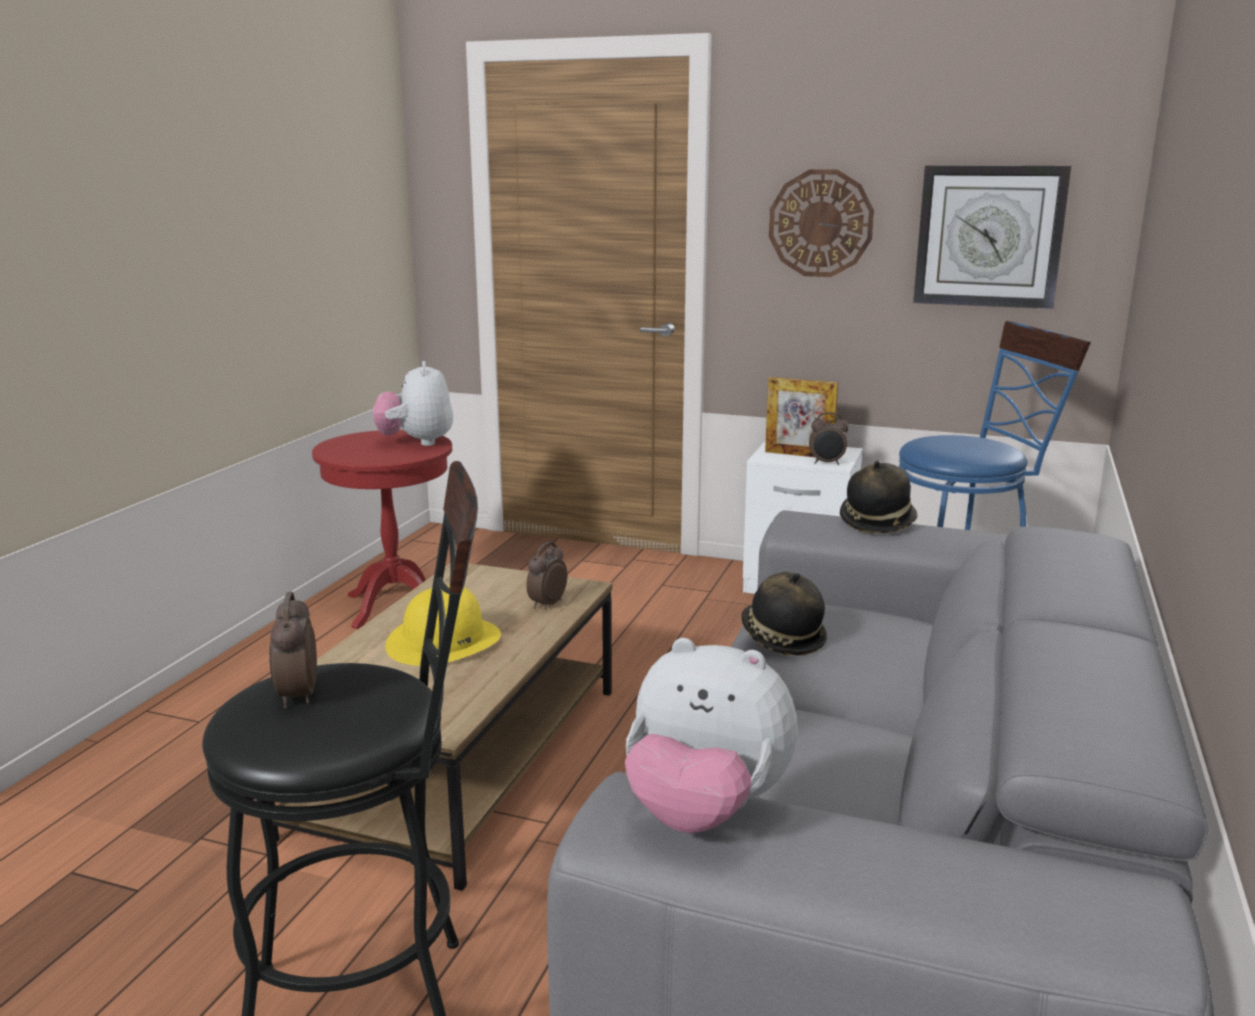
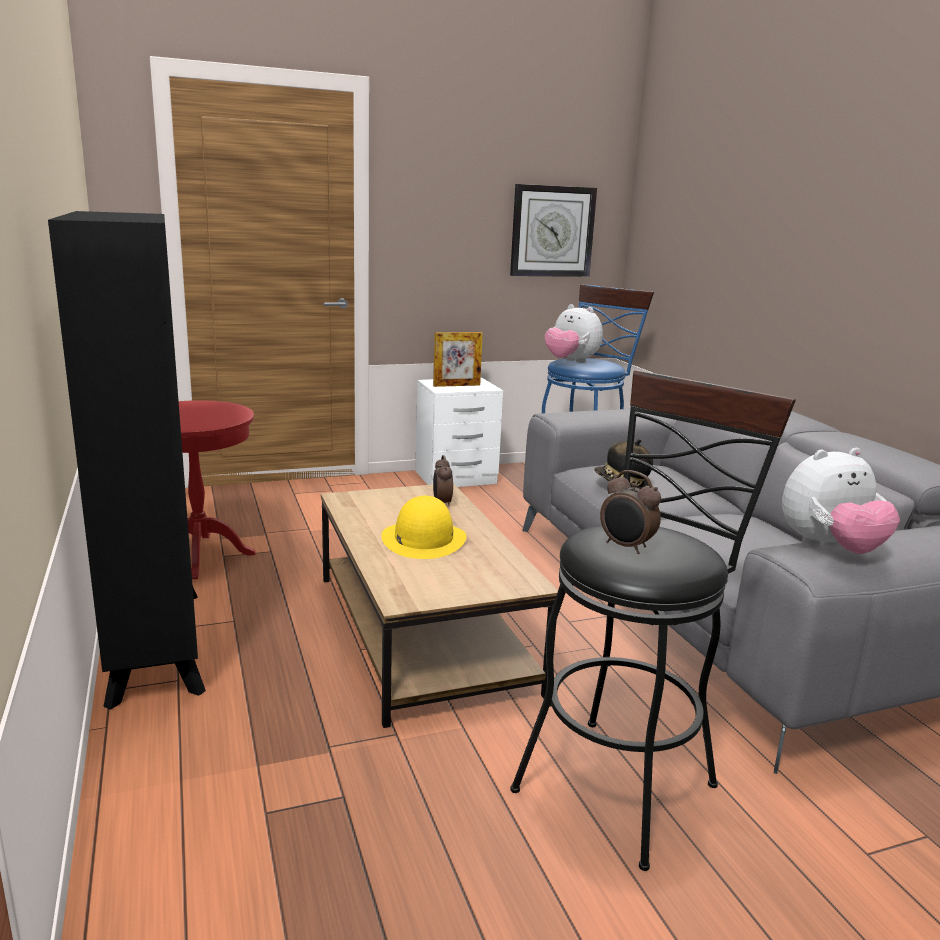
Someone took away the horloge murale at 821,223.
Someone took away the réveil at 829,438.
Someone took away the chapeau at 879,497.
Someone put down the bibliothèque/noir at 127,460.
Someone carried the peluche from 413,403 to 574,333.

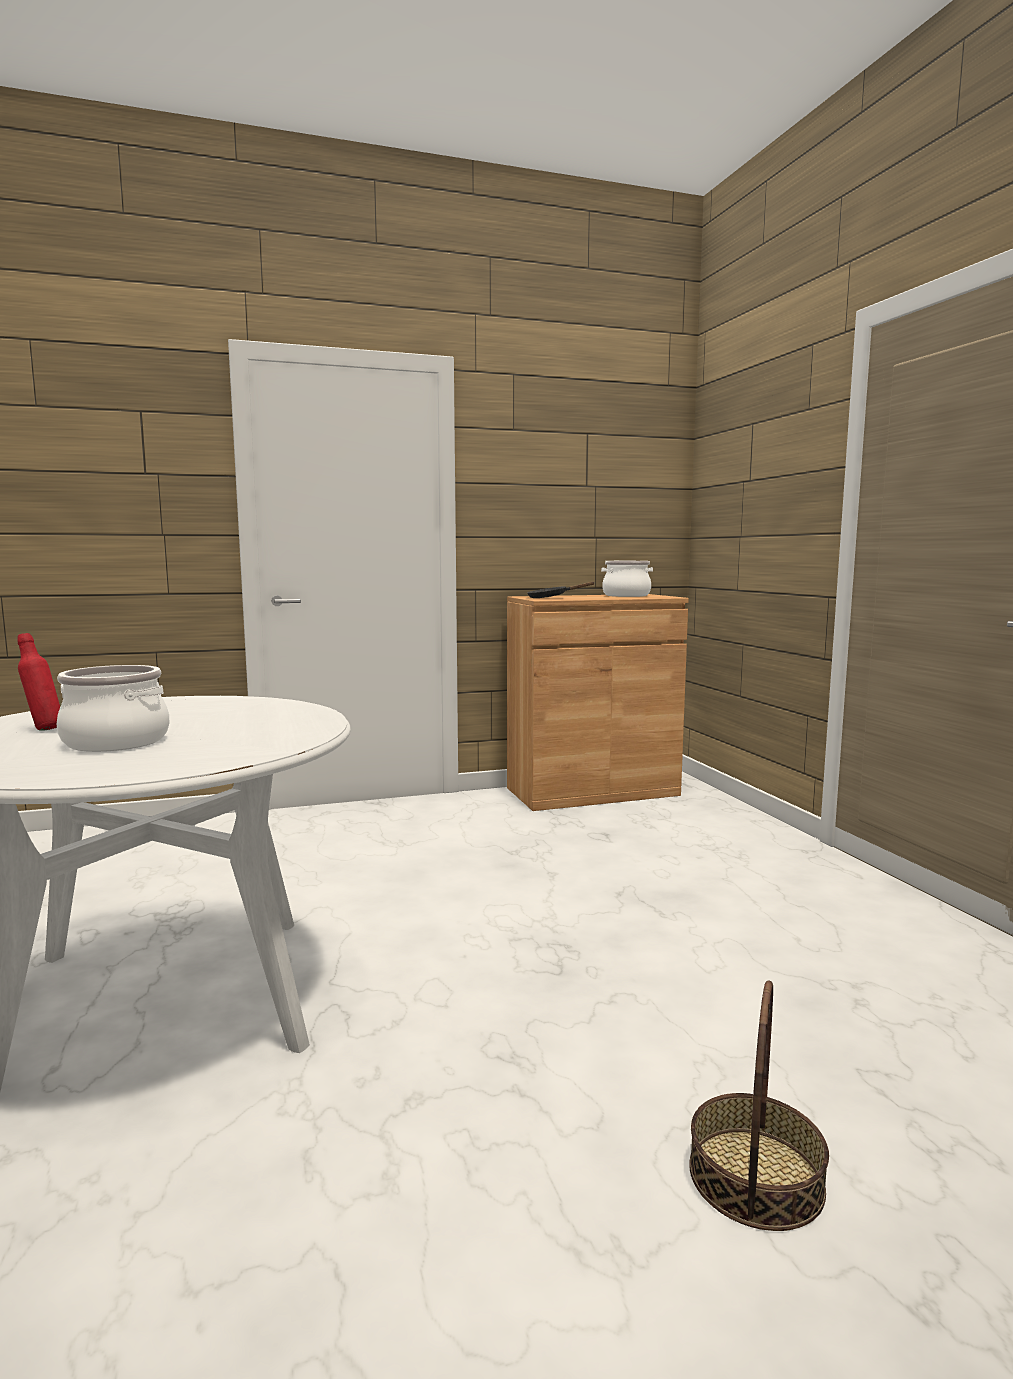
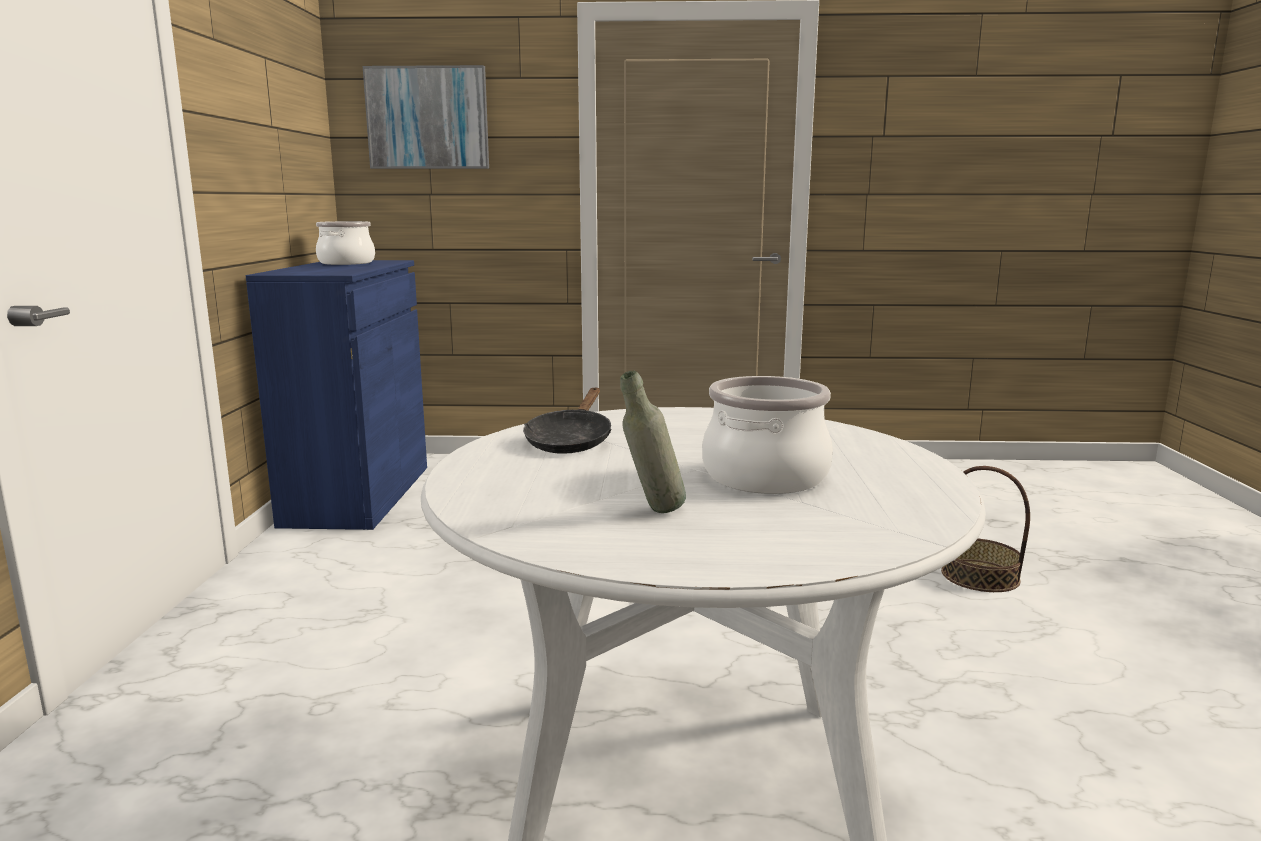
Someone put up the tableau at 426,117.
Someone carried the poêle/noir from 561,590 to 567,421.
Someone repainted the bouteille/rouge at 38,682, which became the bouteille/gris at 653,442.
Someone repainted the meuble de rangement/marron at 598,702, which became the meuble de rangement/bleu at 336,395.

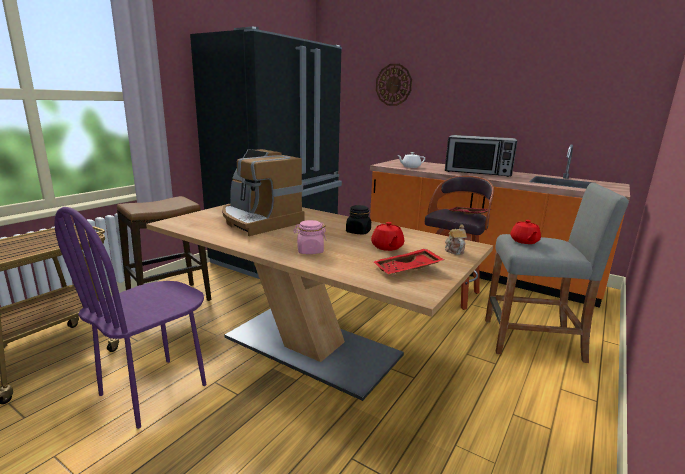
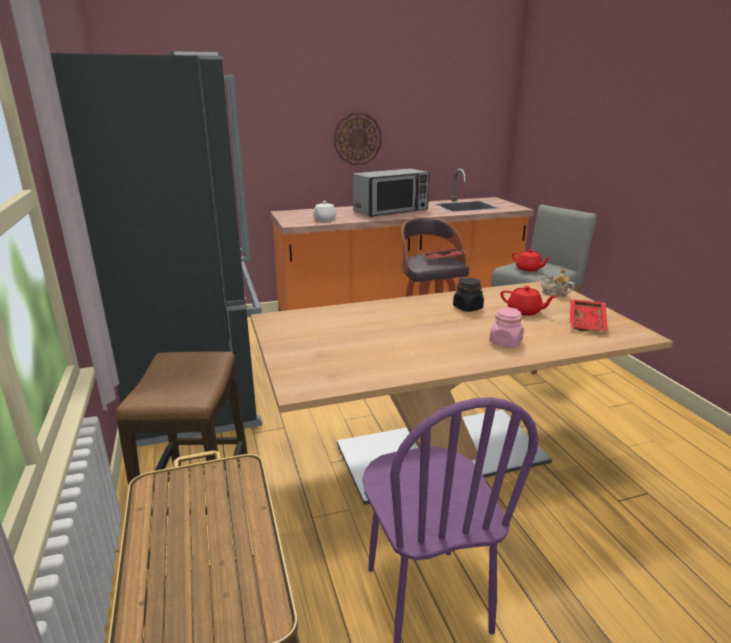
Someone took away the machine à café at 263,192.
Someone carried the horloge murale from 394,85 to 358,139.

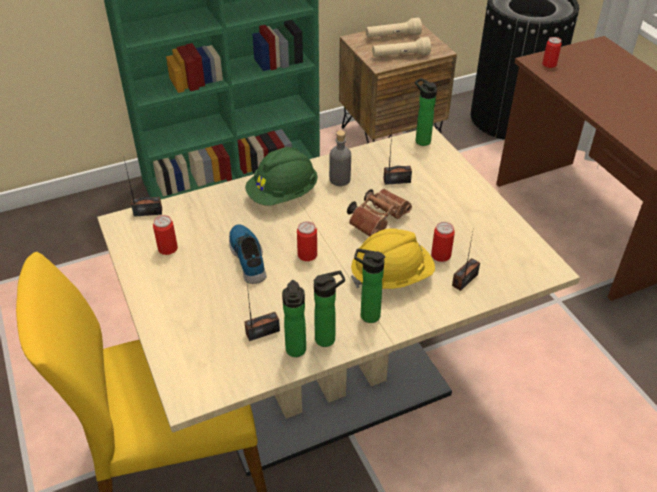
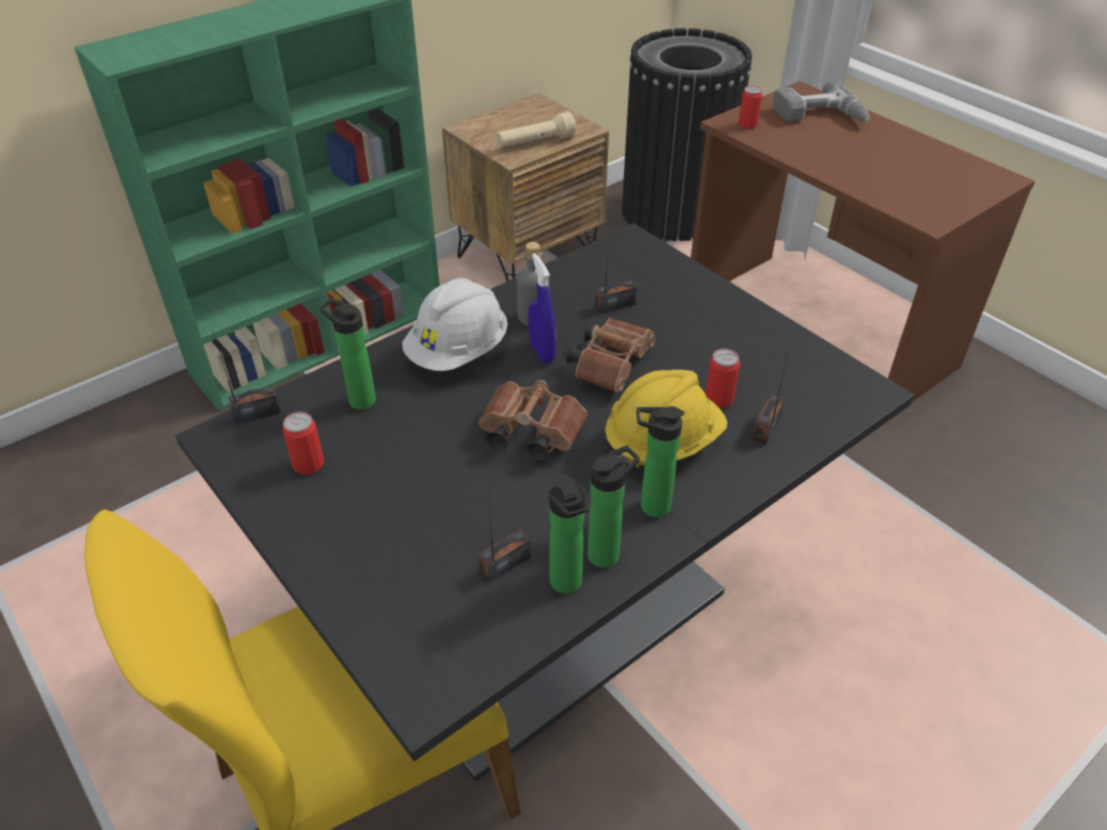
Someone took away the chaussure at 248,254.
Someone took away the lampe de poche/beige at 394,27.
Someone put down the vaporisateur/bleu at 542,308.
Someone put down the perceuse at 821,101.
Someone carried the bouteille from 426,112 to 348,354.
Someone swapped the boîte métallique at 307,241 for the jumelles/marron at 533,420.
Someone repainted the table à manger/beige at 338,301, which became the table à manger/noir at 544,502.
Someone repainted the casque de chantier/vert at 281,176, which became the casque de chantier/blanc at 455,324.

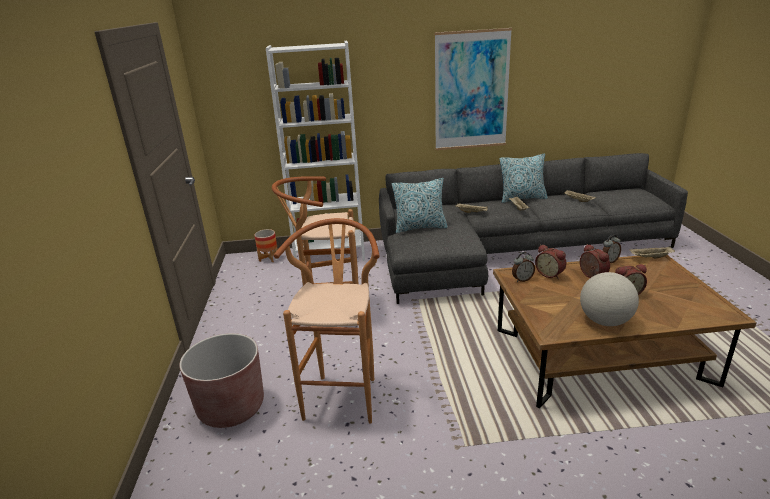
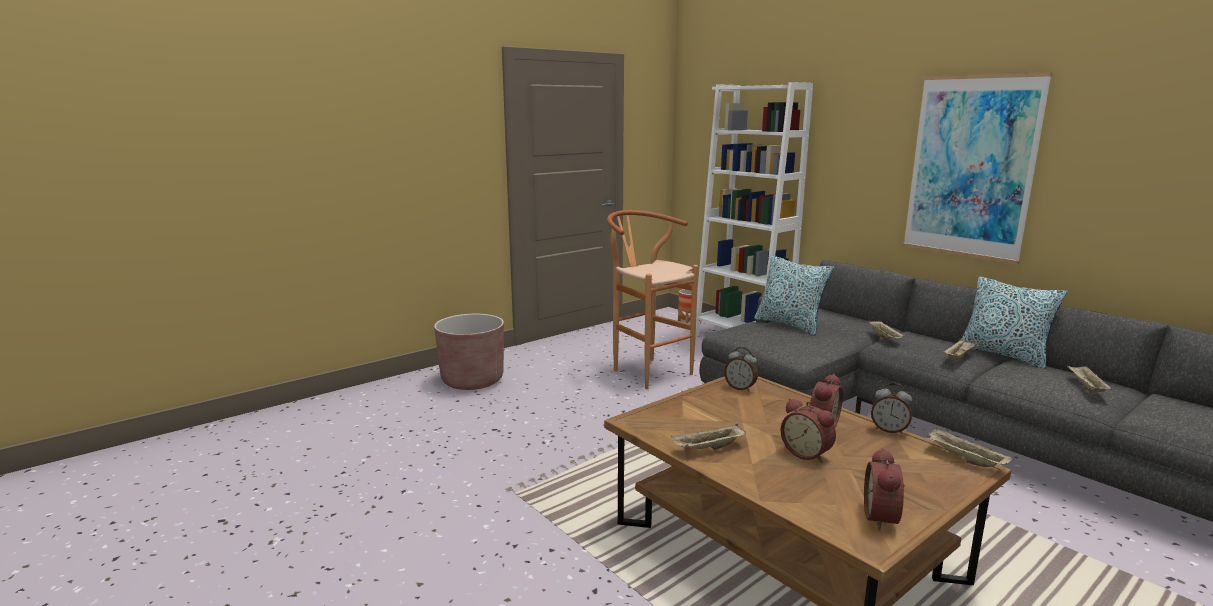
Someone took away the tabouret/marron at 327,321.
Someone carried the réveil from 550,261 to 884,489.
Someone swapped the globe at 609,299 for the plateau/beige at 708,437.

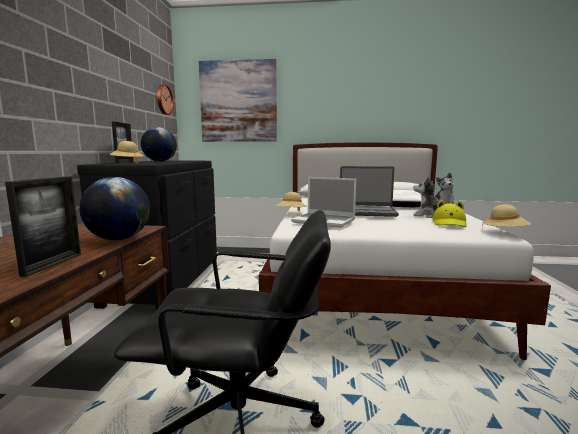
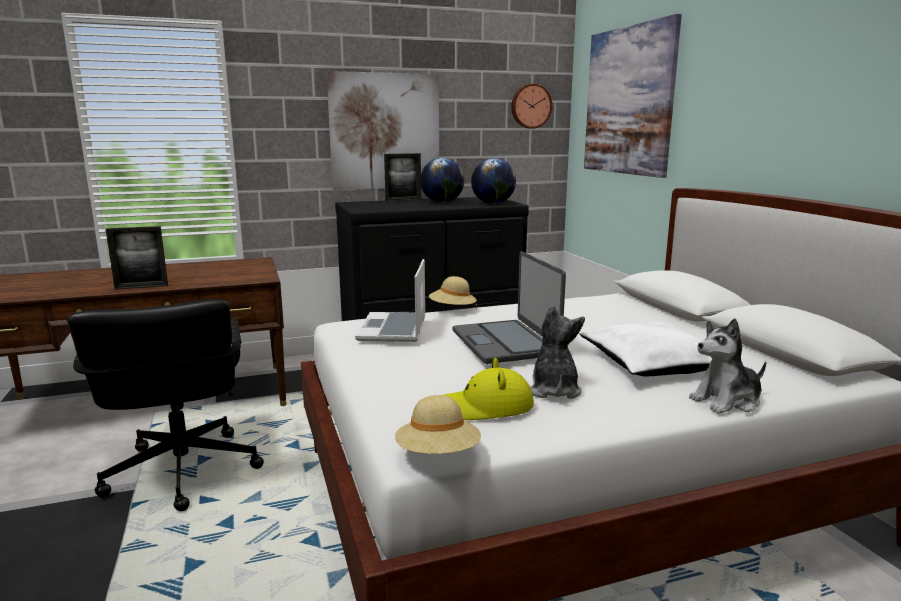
Someone took away the chapeau/beige at 126,152.
Someone put up the tableau at 382,130.
Someone carried the globe from 114,208 to 493,181.

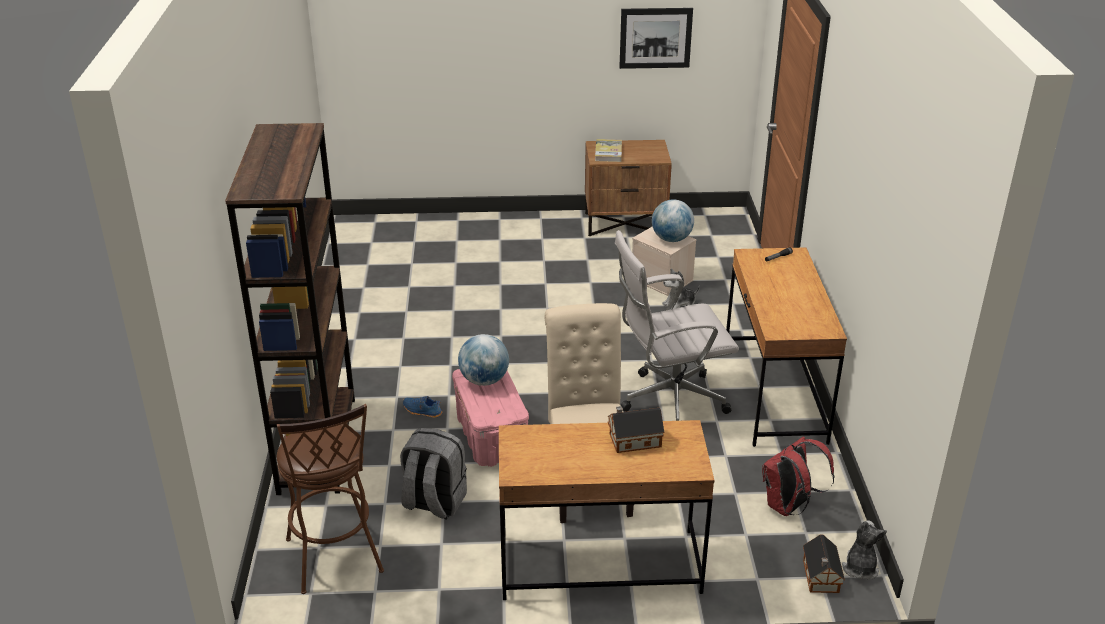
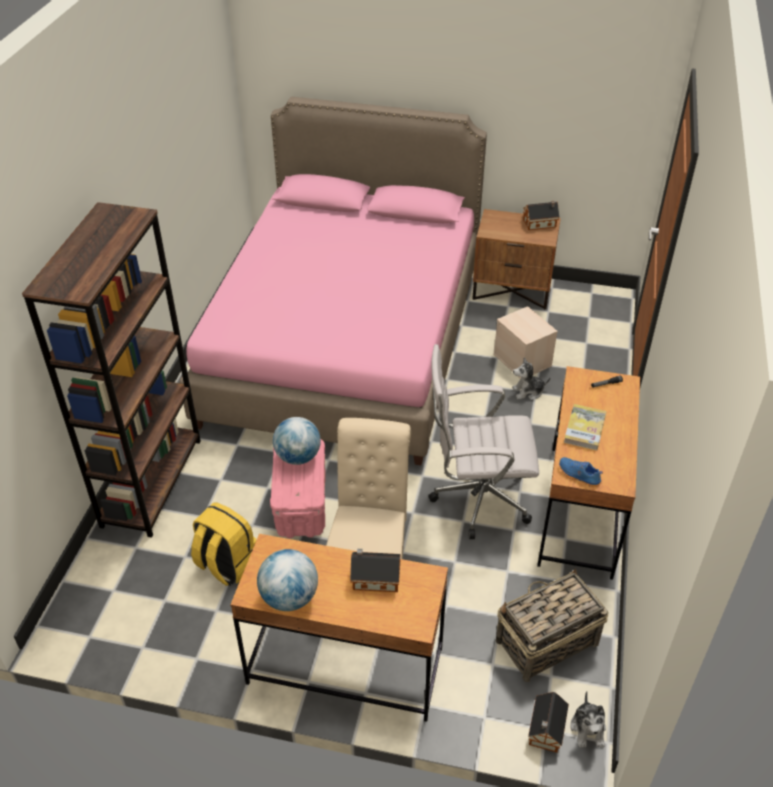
Someone took away the tabouret/marron at 330,499.
Someone took away the tableau at 656,38.
Someone put down the lit/rose at 333,281.
Someone put down the maison miniature at 541,215.
Someone carried the chaussure/bleu from 422,407 to 581,472.
Someone carried the livre from 608,150 to 585,427.
Someone carried the globe from 673,220 to 287,580.
Someone swapped the sac à dos/rouge at 798,476 for the panier at 552,625.
Someone repainted the sac à dos/gris at 433,474, which became the sac à dos/jaune at 223,544.
Someone rotated the peluche at 864,550 by 150 degrees clockwise.

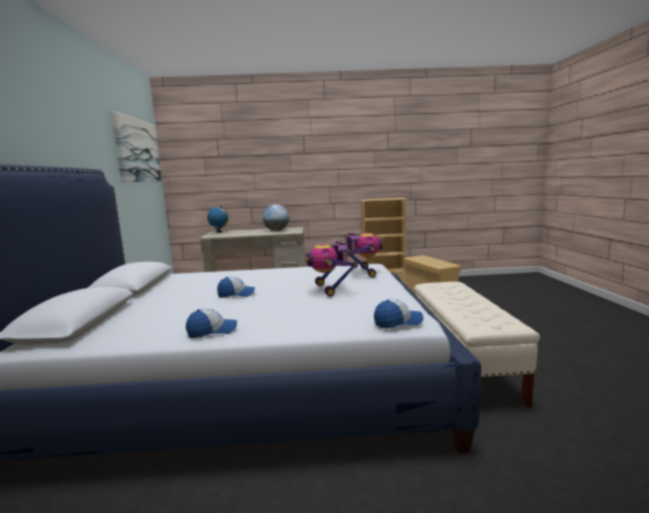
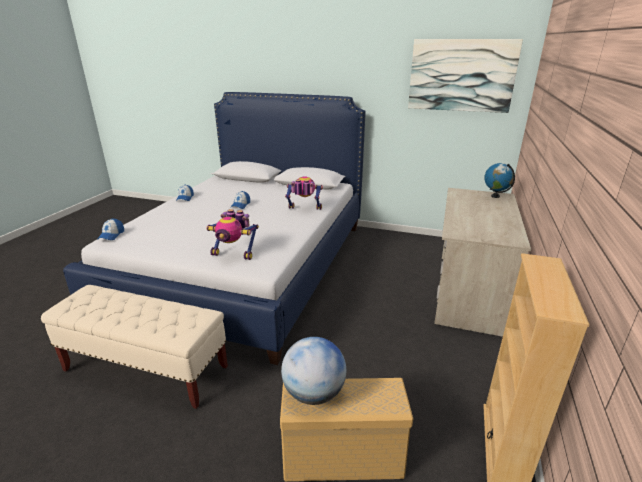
Someone carried the globe from 276,217 to 313,371.
Someone carried the robot jouet from 331,269 to 304,193.

